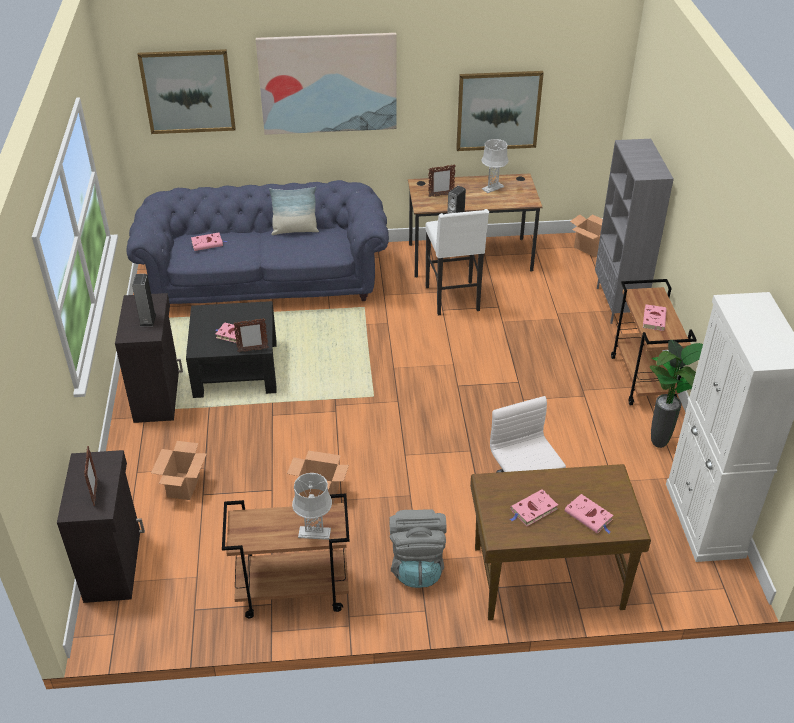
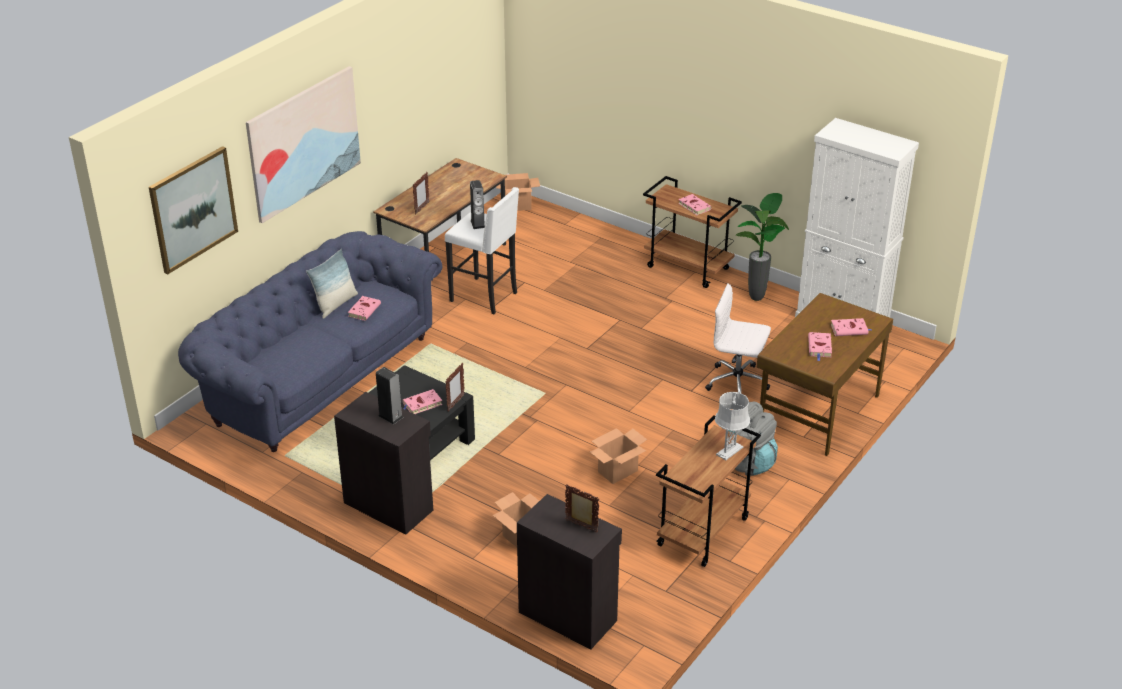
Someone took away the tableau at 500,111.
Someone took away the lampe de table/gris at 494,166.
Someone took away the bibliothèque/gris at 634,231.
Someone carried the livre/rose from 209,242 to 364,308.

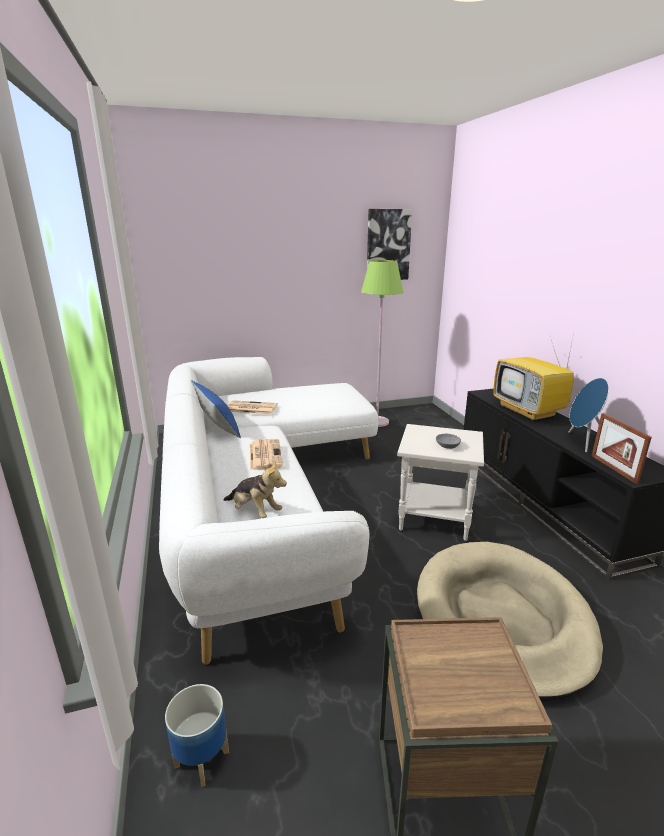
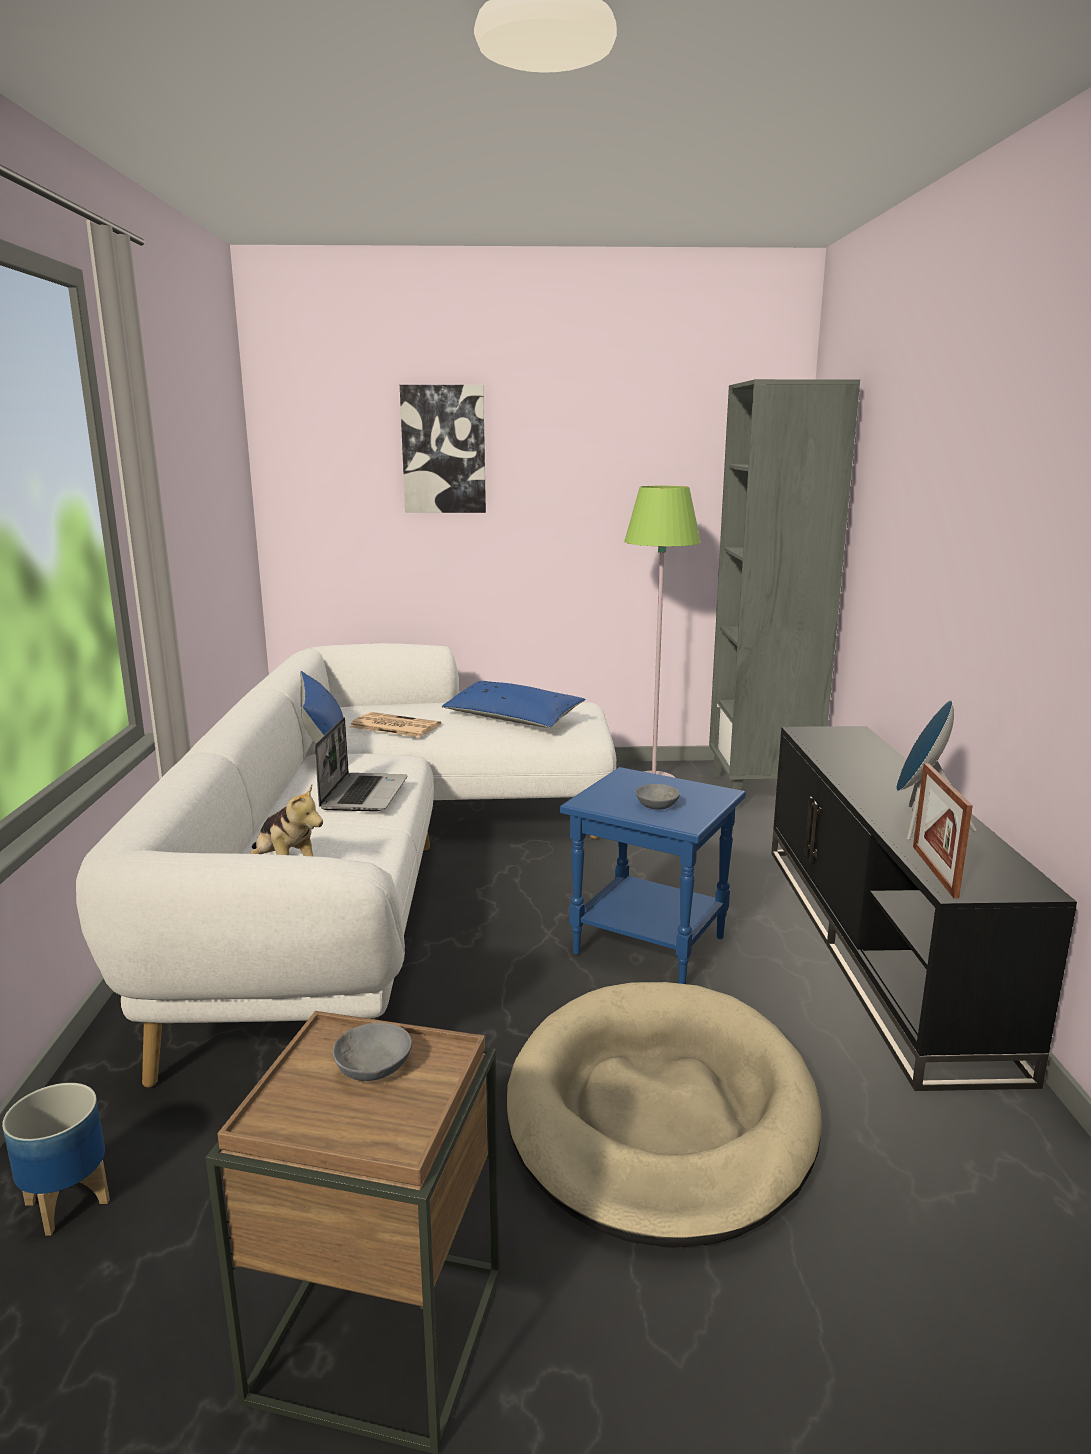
Someone took away the téléviseur at 533,377.
Someone put down the bol/gris at 372,1052.
Someone put down the coussin/bleu at 514,704.
Someone put down the bibliothèque/gris at 784,594.
Someone carried the tableau from 389,244 to 443,449.
Someone swapped the journal at 266,454 for the ordinateur portable at 361,764.
Someone repainted the table d'appoint/blanc at 440,482, which became the table d'appoint/bleu at 653,875.

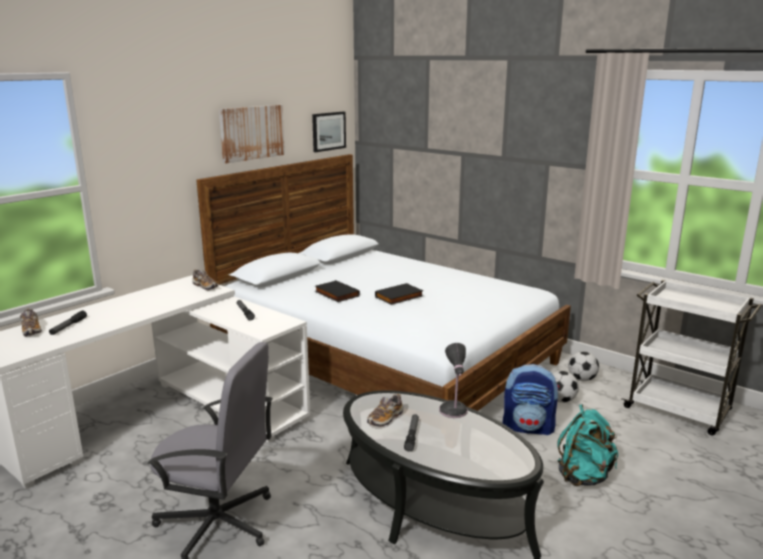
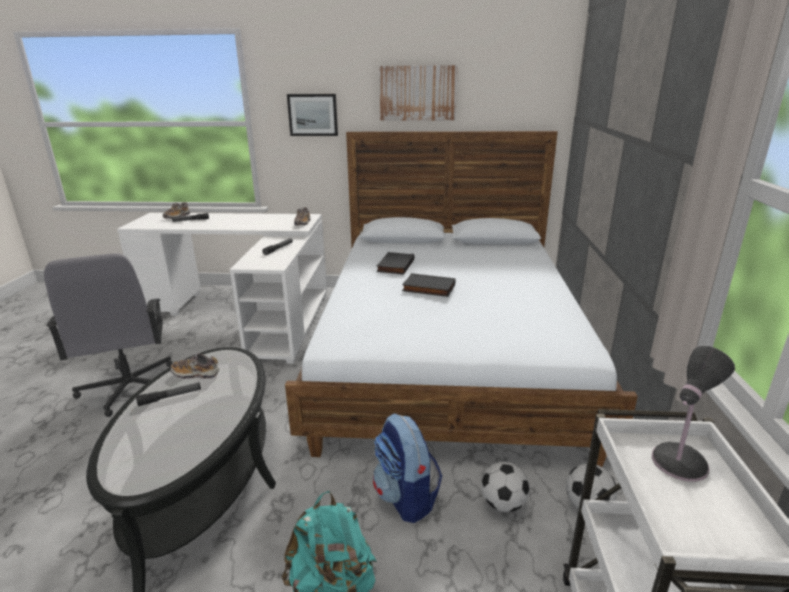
Someone carried the tableau from 329,131 to 312,115.
Someone carried the lampe de table from 453,380 to 693,414.

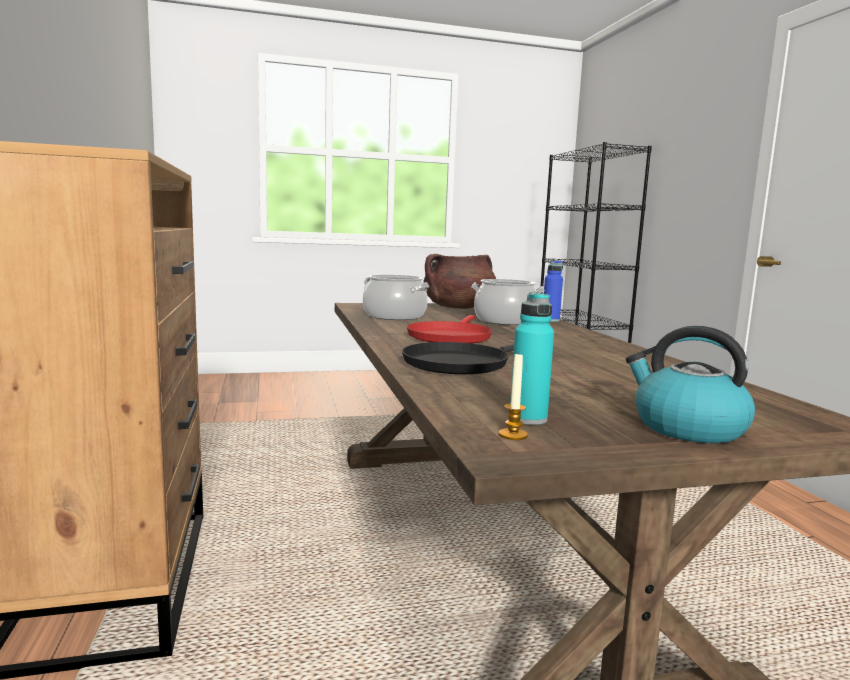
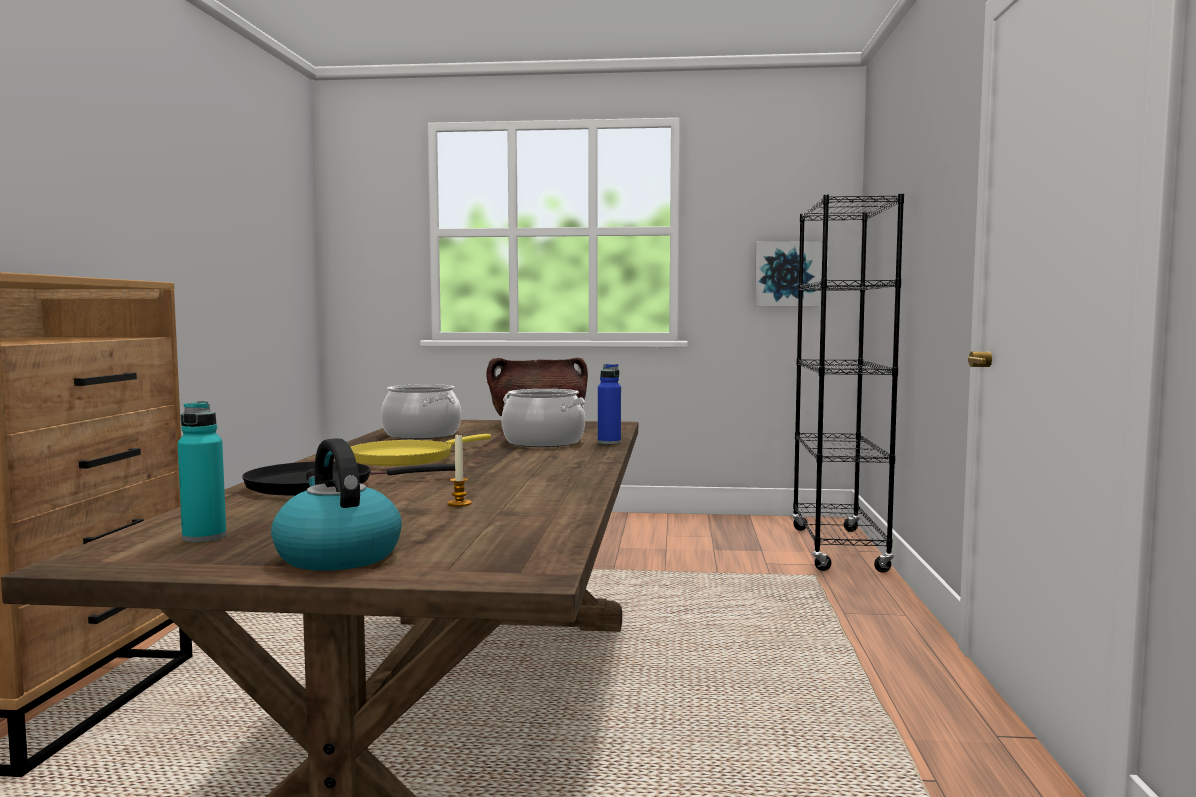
Someone put up the tableau at 788,273.
Someone carried the bougie from 513,396 to 459,469.
Someone repainted the poêle/rouge at 450,329, which became the poêle/jaune at 420,450.

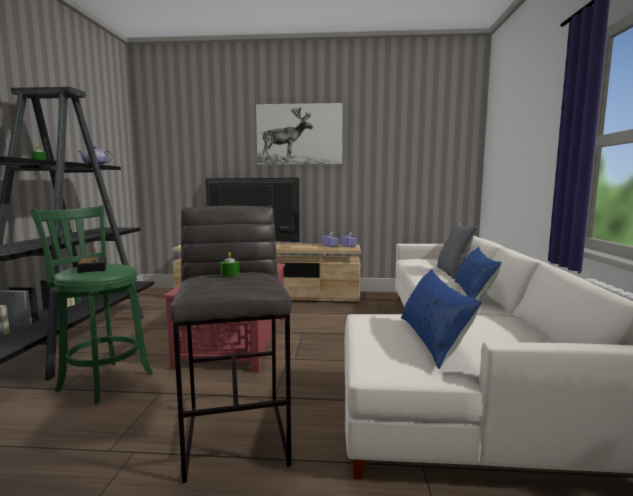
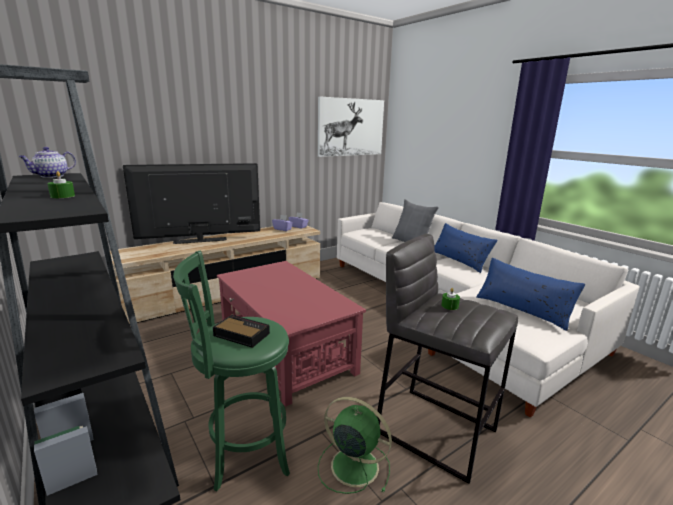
Someone put down the ventilateur/vert at 355,445.
Someone carried the tableau from 299,134 to 351,126.

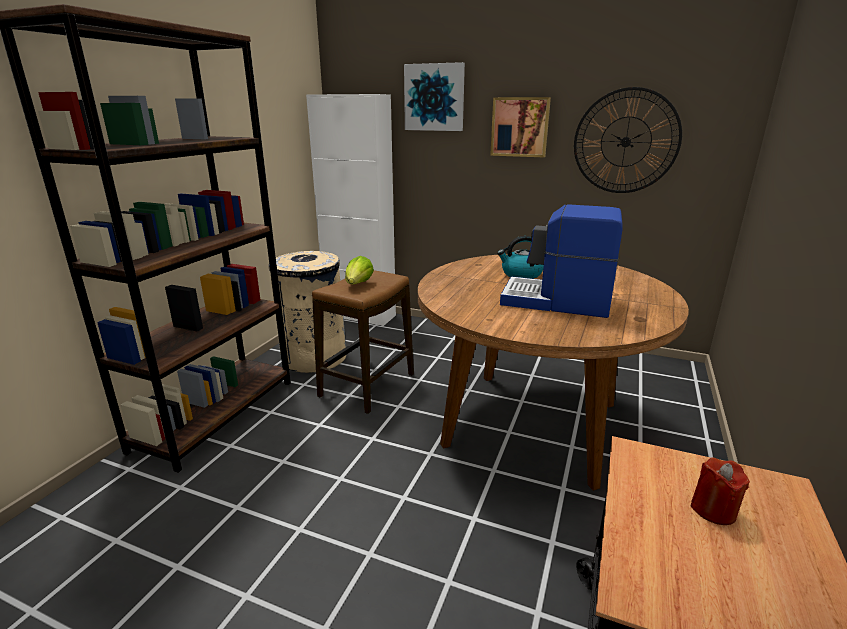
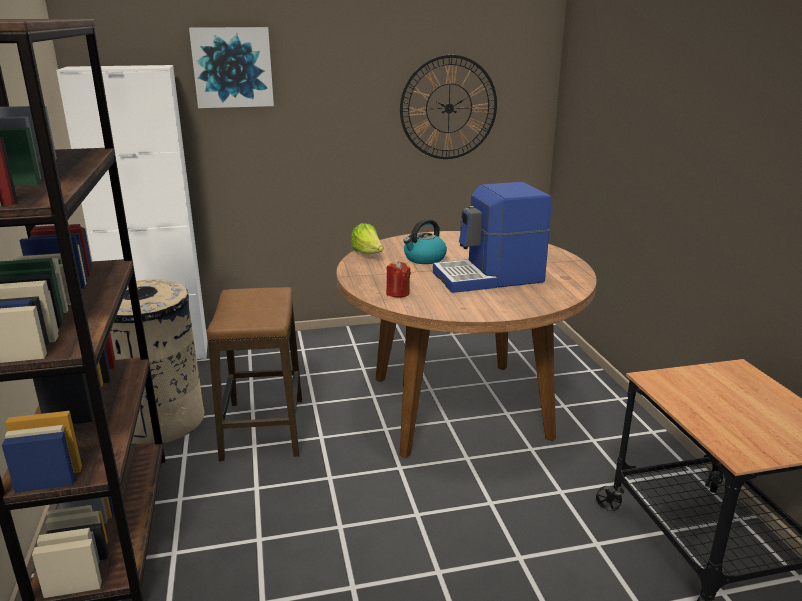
Someone took away the tableau at 520,127.
Someone carried the laitue from 359,270 to 367,238.
Someone carried the bougie/rouge from 720,491 to 398,279.

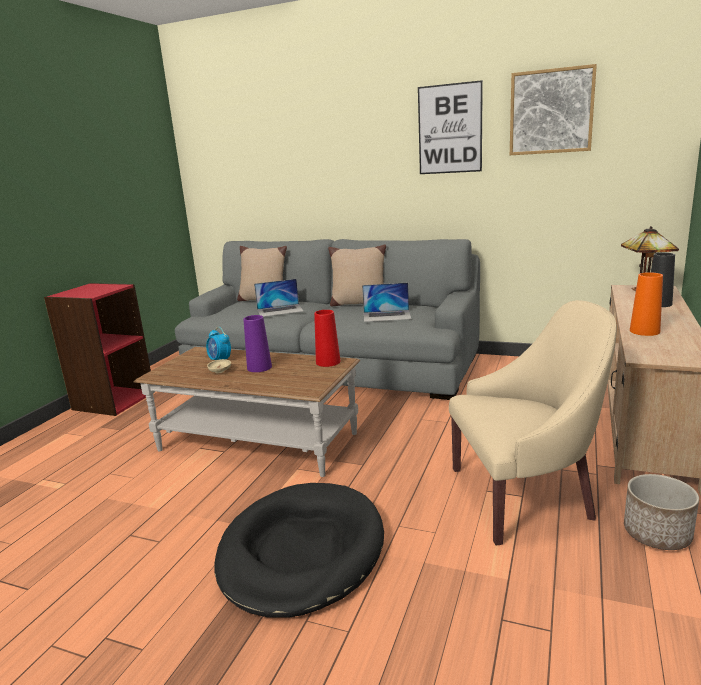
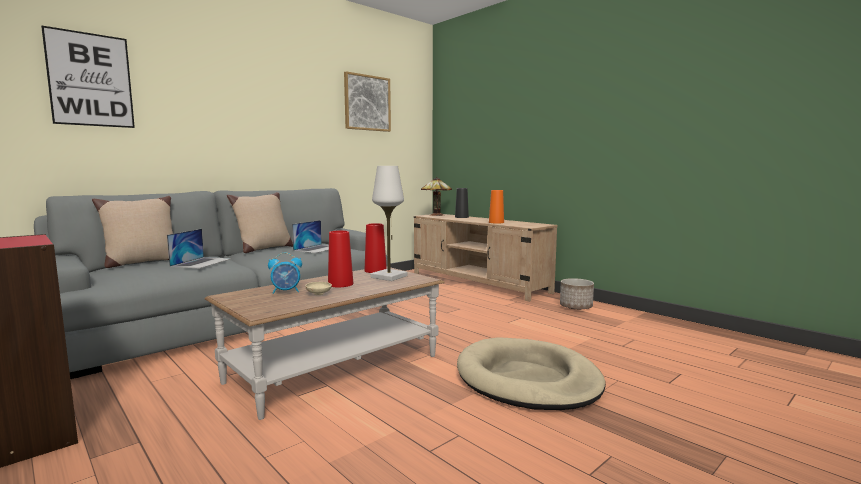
Someone took away the fauteuil/beige at 533,423.
Someone put down the lampe de table/blanc at 389,223.
Someone carried the tableau from 450,127 to 88,76.
Someone repainted the panier pour chien/noir at 299,550, which became the panier pour chien/beige at 531,373.
Someone repainted the vase/violet at 257,343, which became the vase/rouge at 340,258.

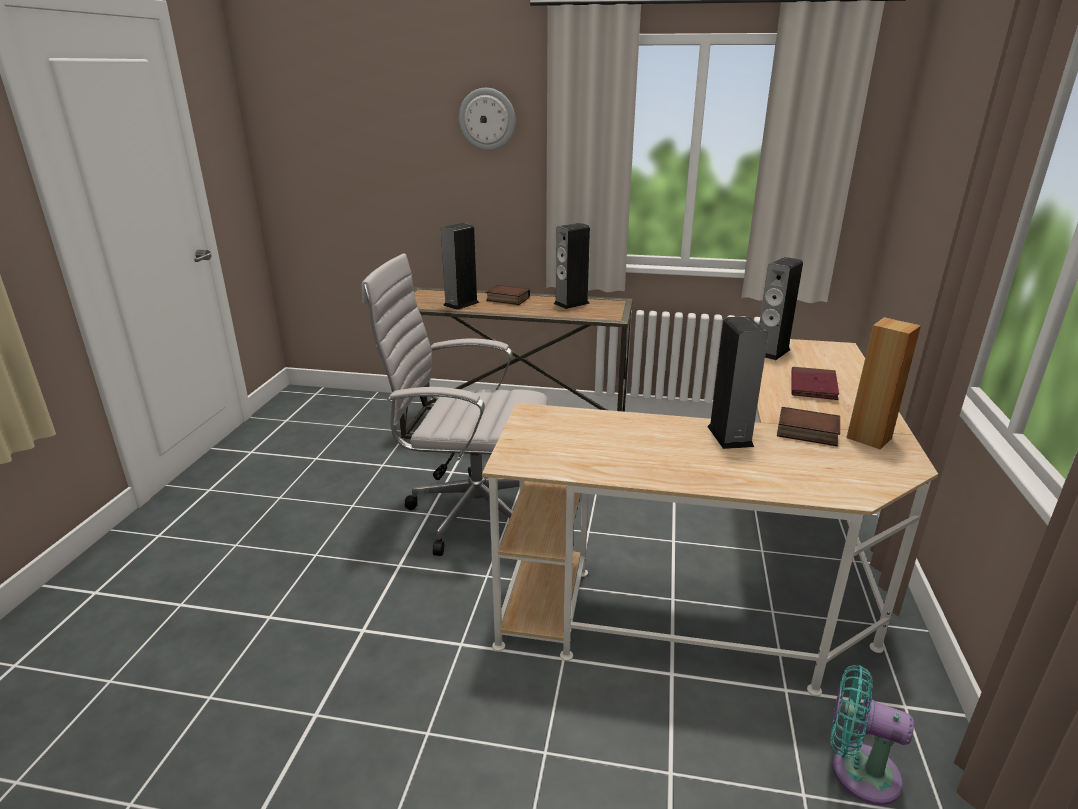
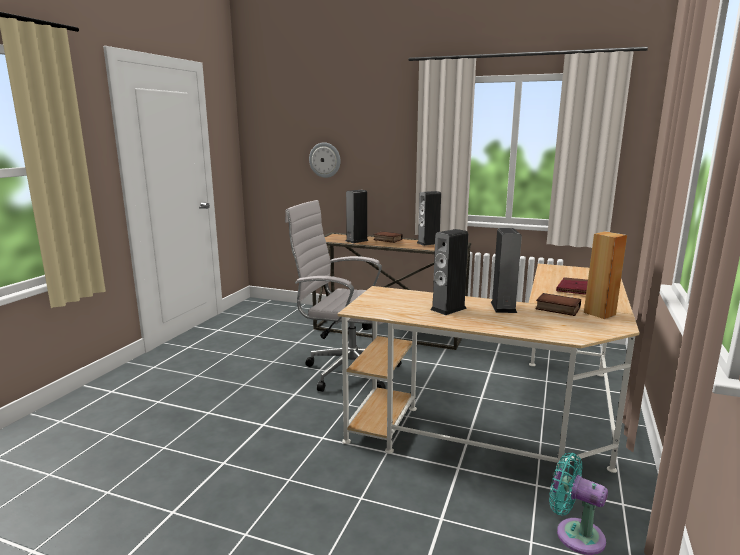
Someone carried the horloge murale from 487,119 to 325,160.
Someone carried the enceinte from 781,308 to 449,272.

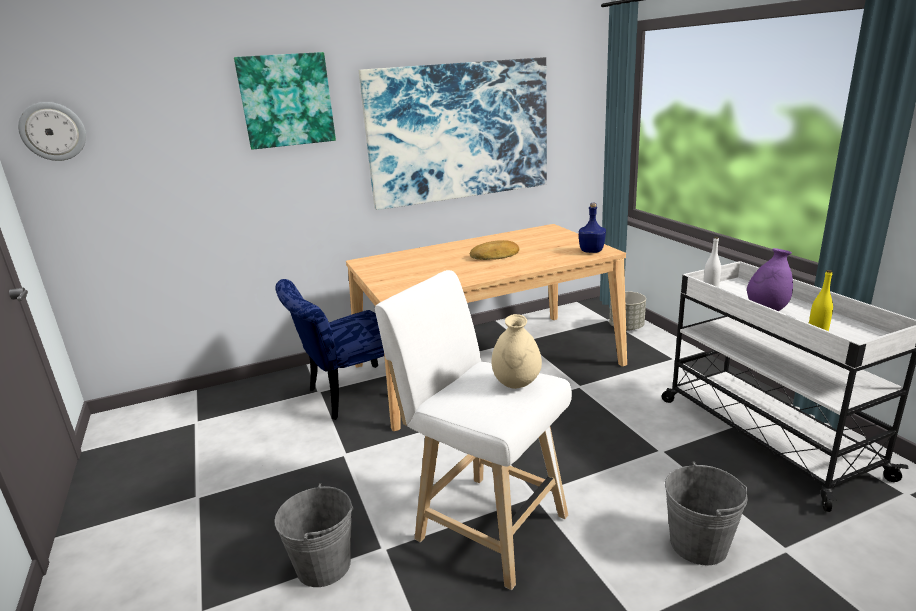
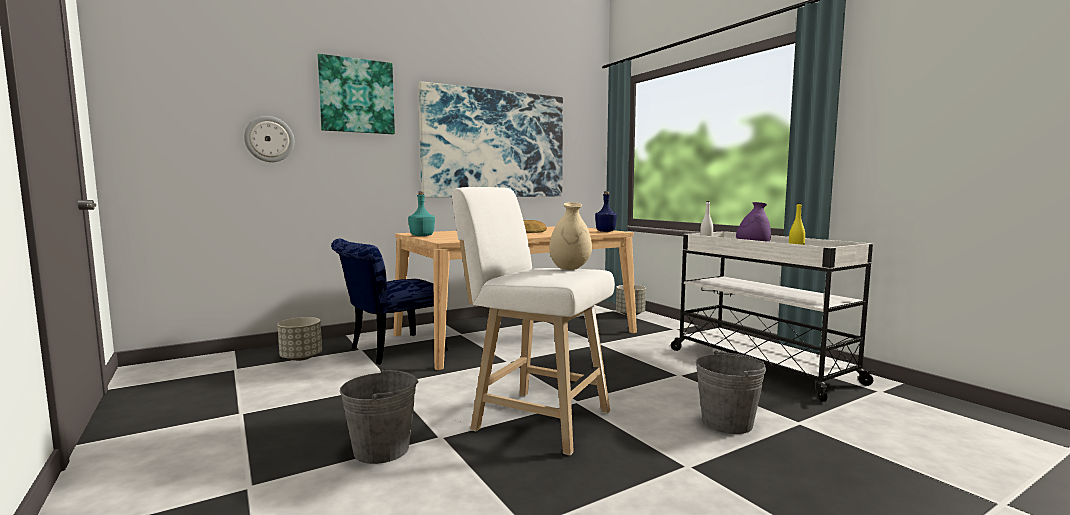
Someone put down the cache-pot/gris at 299,339.
Someone put down the bouteille/turquoise at 421,213.
Someone carried the horloge murale from 52,131 to 269,139.

